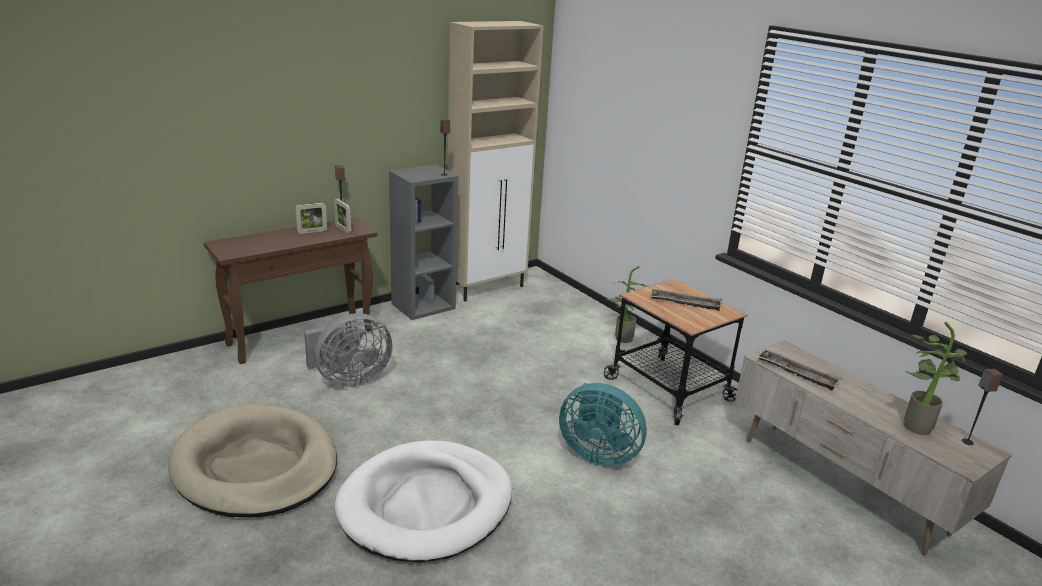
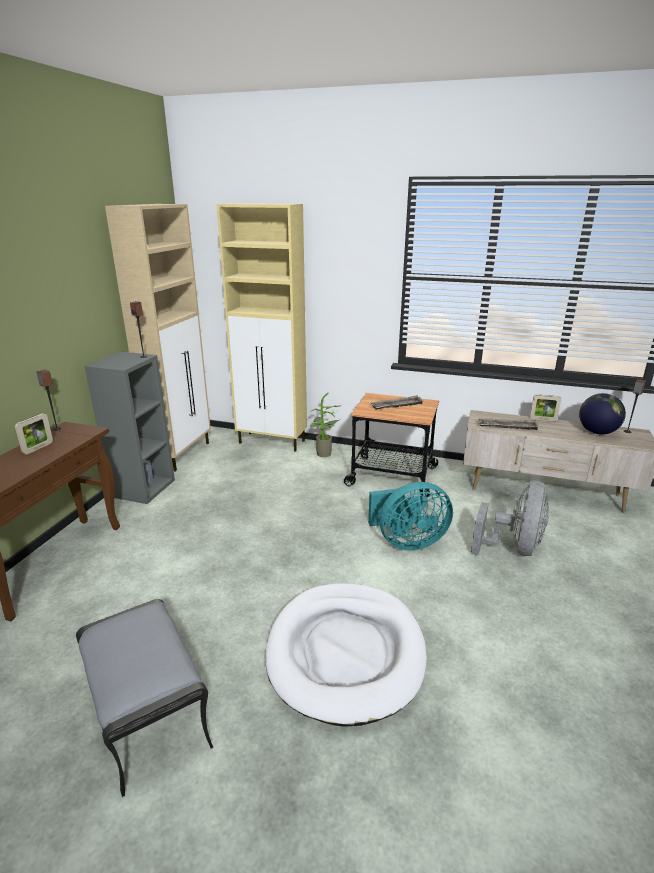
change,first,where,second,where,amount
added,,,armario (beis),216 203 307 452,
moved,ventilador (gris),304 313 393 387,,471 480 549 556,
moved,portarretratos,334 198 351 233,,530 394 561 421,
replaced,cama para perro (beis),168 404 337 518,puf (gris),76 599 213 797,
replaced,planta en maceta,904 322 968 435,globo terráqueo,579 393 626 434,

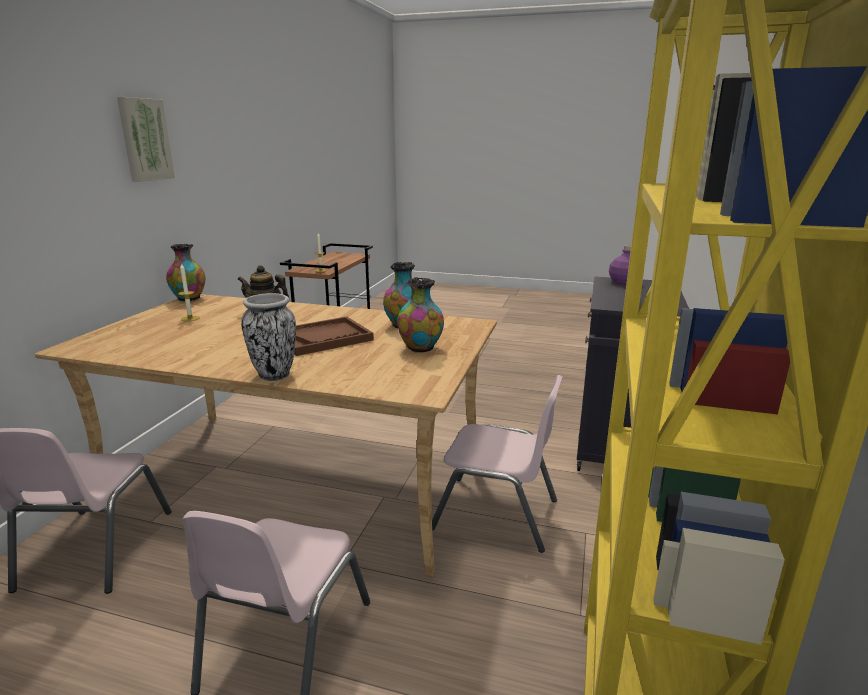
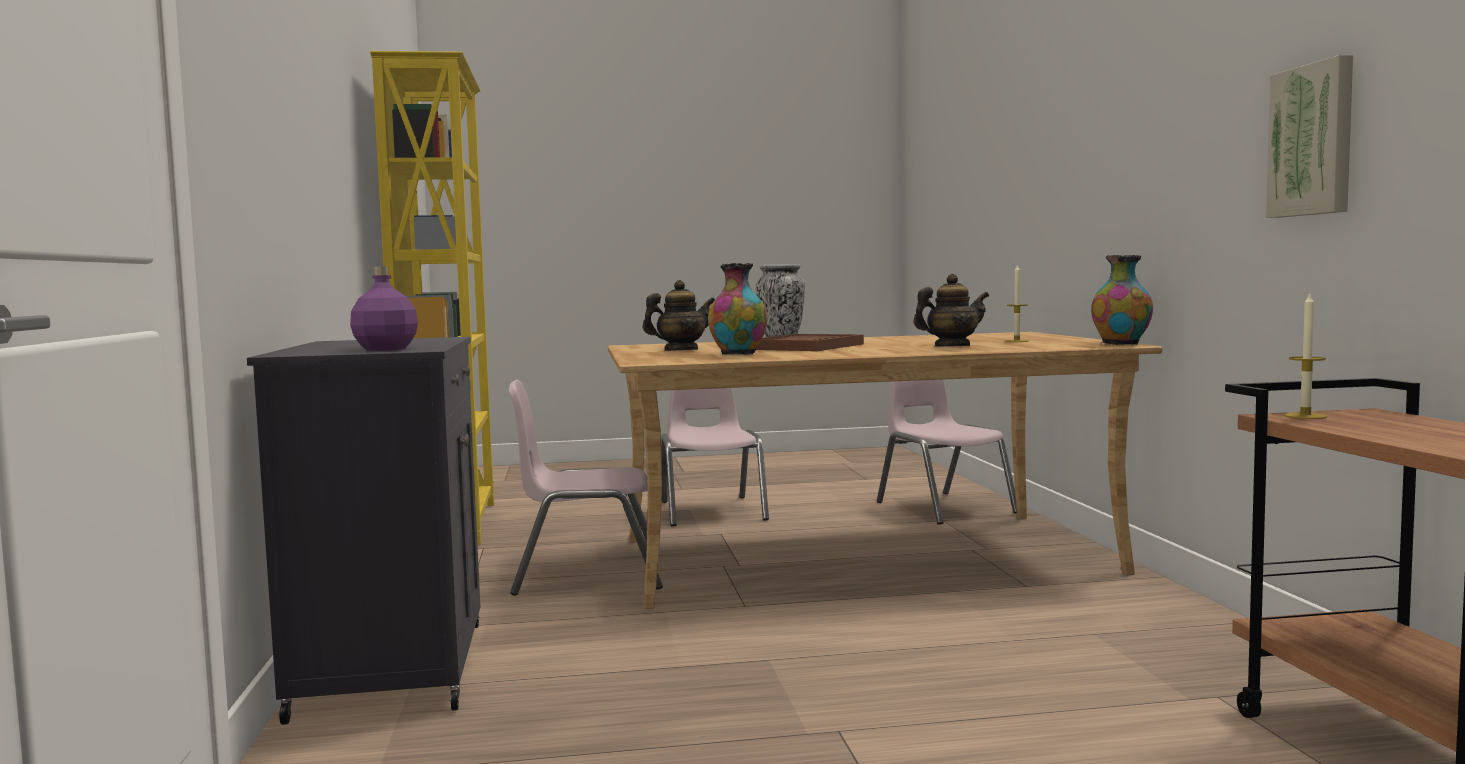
change,first,where,second,where,amount
moved,cuadro,117 97 175 182,,1266 55 1353 218,
replaced,florero,397 277 444 352,tetera,642 280 715 351,

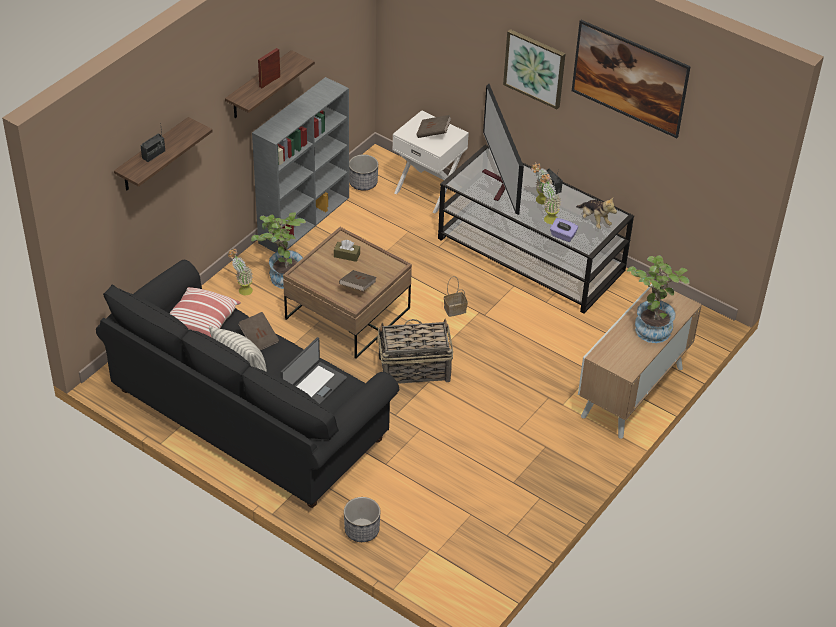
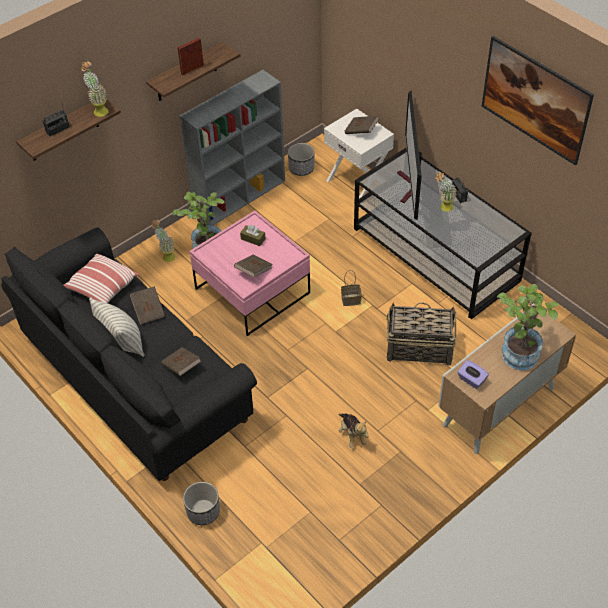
change,first,where,second,where,amount
removed,cuadro,503 29 566 109,,,
moved,cesta,376 319 453 384,,387 303 456 366,
moved,planta en maceta,540 174 561 224,,81 61 108 117,
moved,caja de pañuelos (morado),550 218 578 242,,457 360 489 389,
moved,peluche,576 198 617 229,,339 413 369 448,
replaced,portátil,280 337 347 404,libro (marrón),161 347 201 376,
recoloured,mesa de centro (marrón),283 227 412 359,mesa de centro (rosa),190 211 310 336,

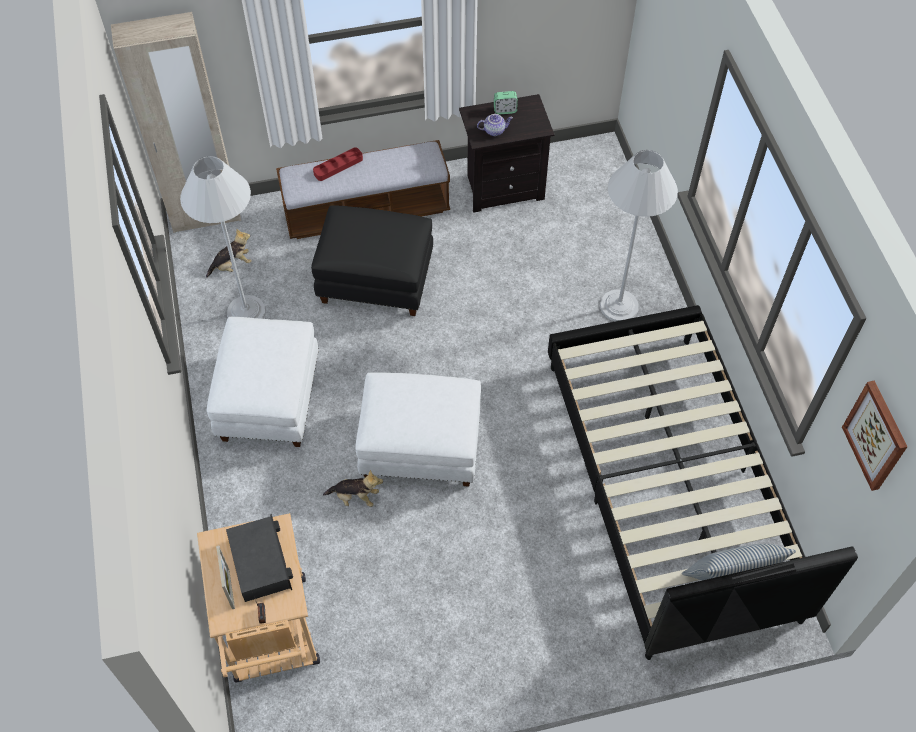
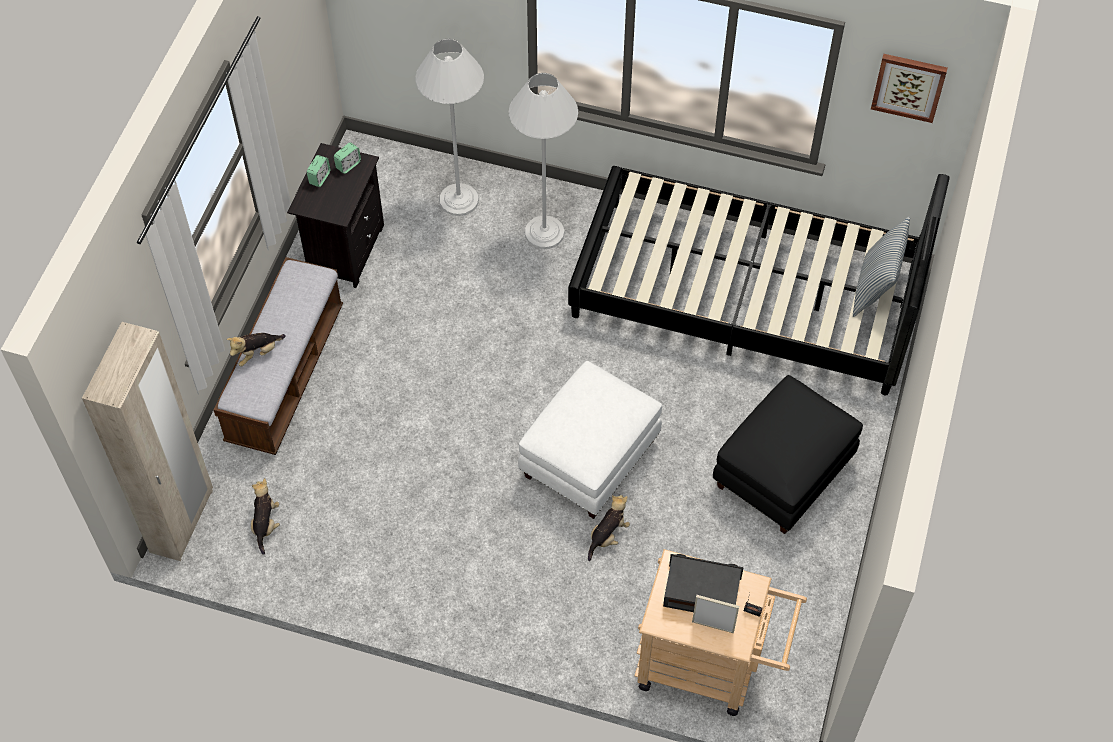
change,first,where,second,where,amount
removed,puf (blanco),207 317 319 447,,,
removed,tetera,477 114 513 136,,,
added,,,despertador,334 142 361 174,
moved,lámpara de pie (blanco),180 156 266 319,,415 39 484 216,
moved,puf (negro),311 205 433 316,,713 375 863 534,
replaced,bandeja (rojo),313 147 363 181,peluche,227 333 286 366,

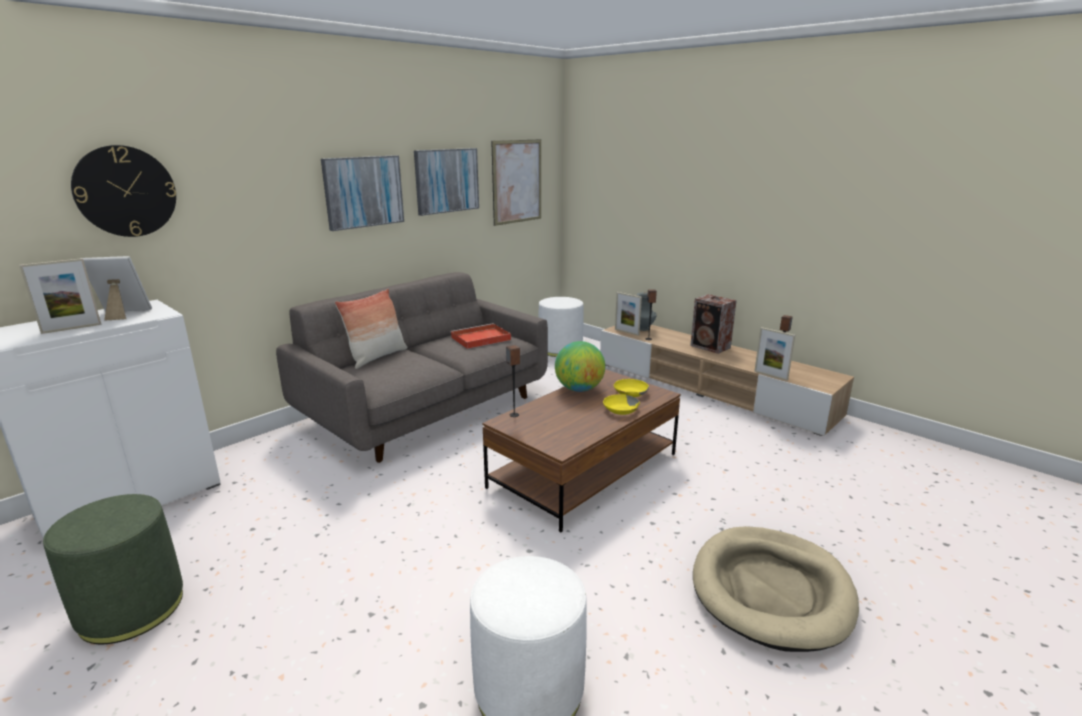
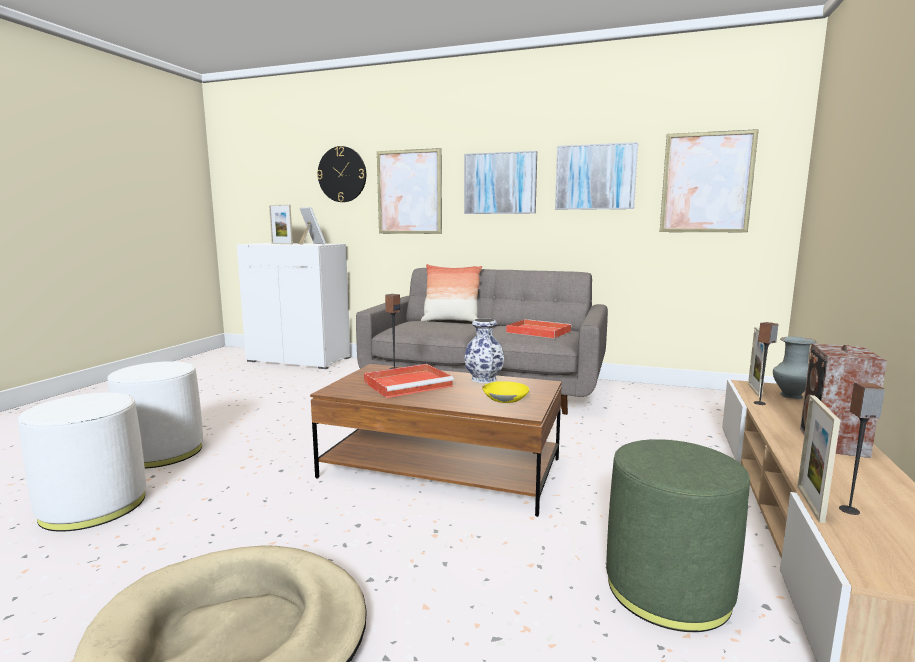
change,first,where,second,where,amount
removed,cuenco (amarillo),603 394 640 415,,,
added,,,bandeja (rojo),364 364 454 398,
added,,,cuadro,377 148 442 234,
moved,puf (verde),43 494 183 644,,606 439 750 632,
moved,puf (blanco),538 297 583 357,,107 361 203 469,
replaced,globo terráqueo,555 341 605 392,florero,464 318 504 383,

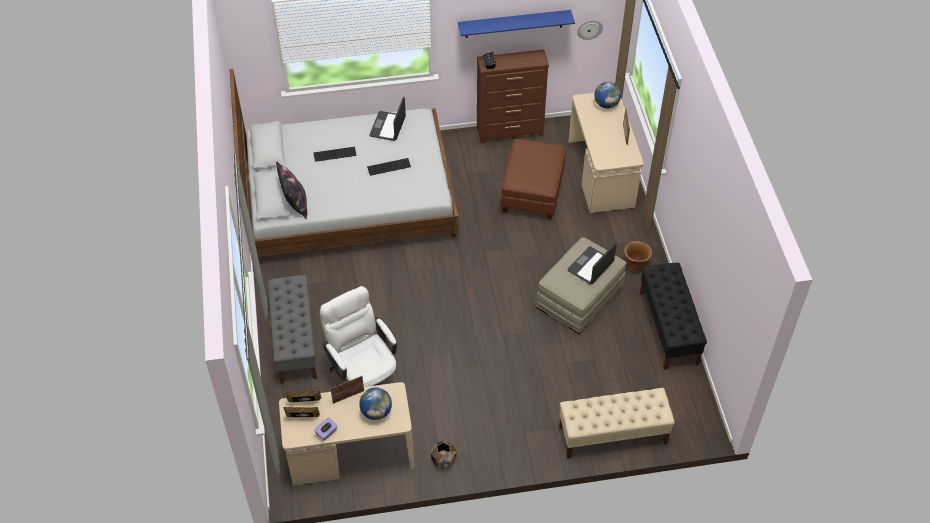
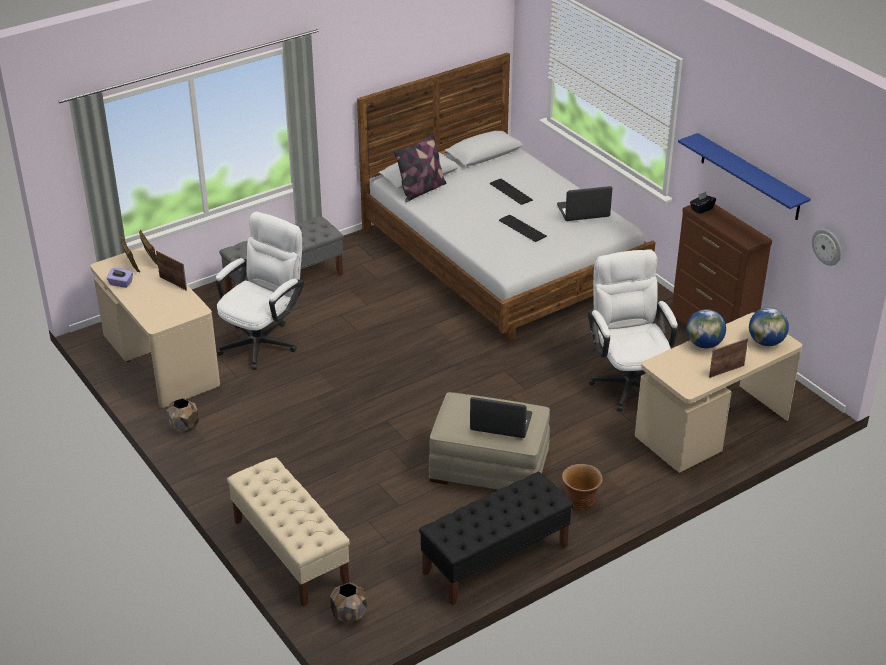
change,first,where,second,where,amount
added,,,maceta (marrón),330 582 367 623,
moved,globo terráqueo,359 388 392 420,,686 309 726 348,
replaced,puf (marrón),500 139 566 220,silla de oficina (blanco),588 249 678 412,

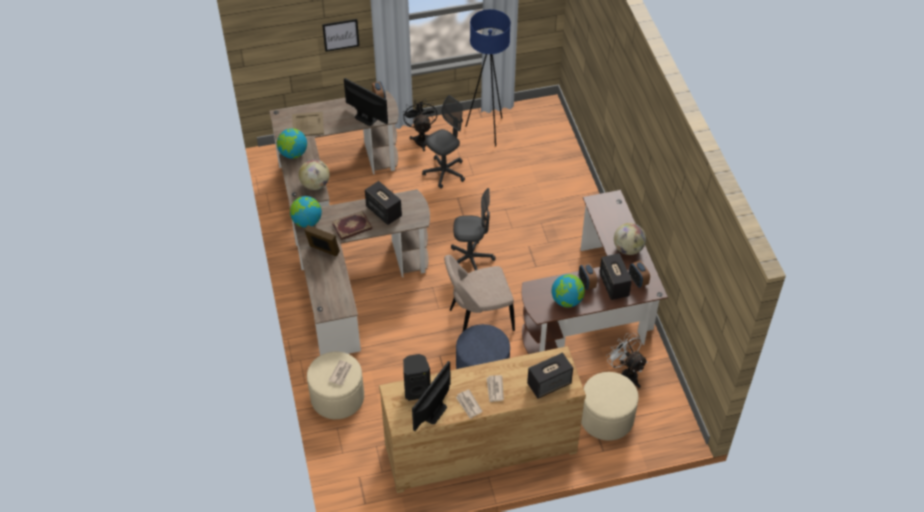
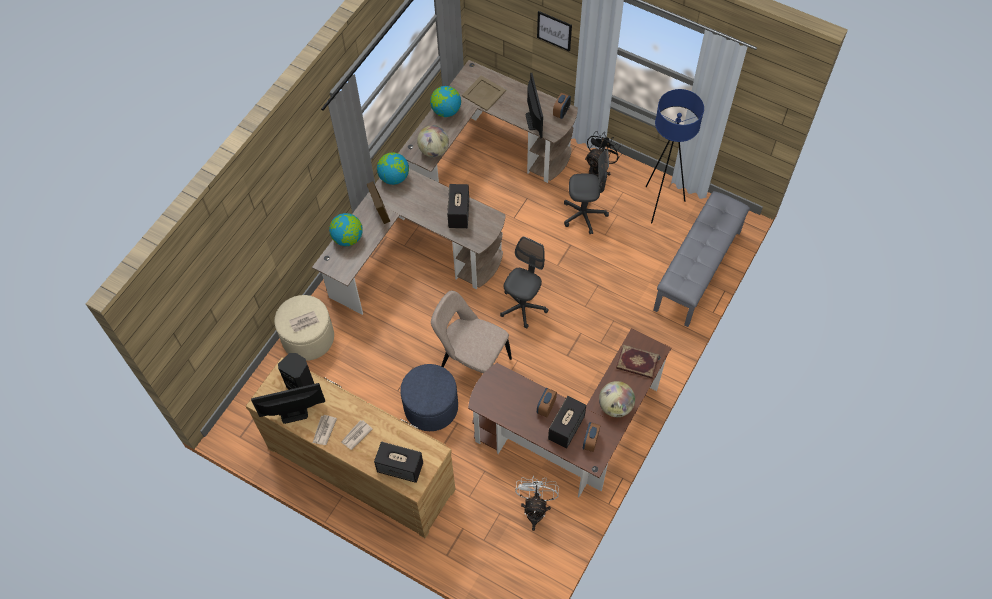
change,first,where,second,where,amount
removed,puf (beis),581 372 639 441,,,
added,,,banco (gris),653 191 750 327,
moved,libro,332 211 372 240,,616 344 659 379,
moved,globo terráqueo,551 274 585 307,,329 213 363 246,
turned,silla de oficina (gris),451 188 496 270,,500 236 548 329,105 degrees counterclockwise

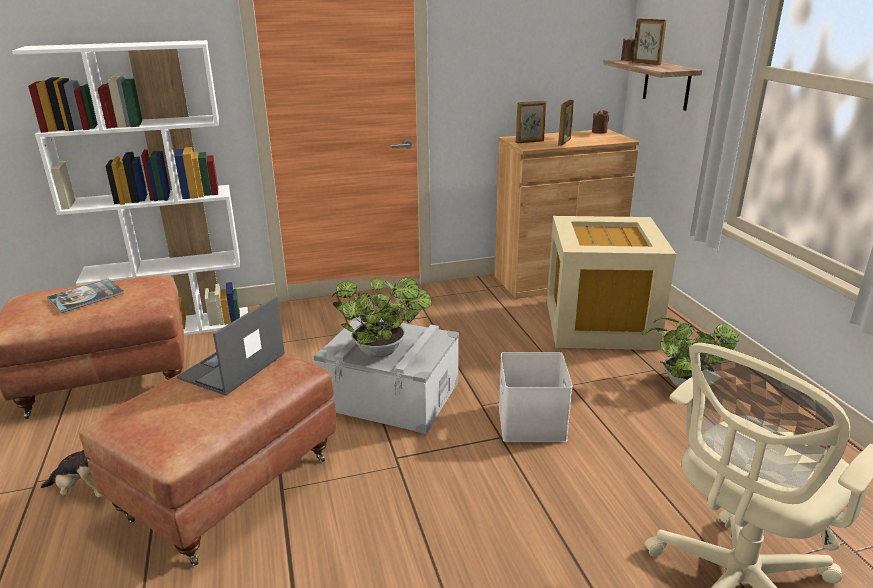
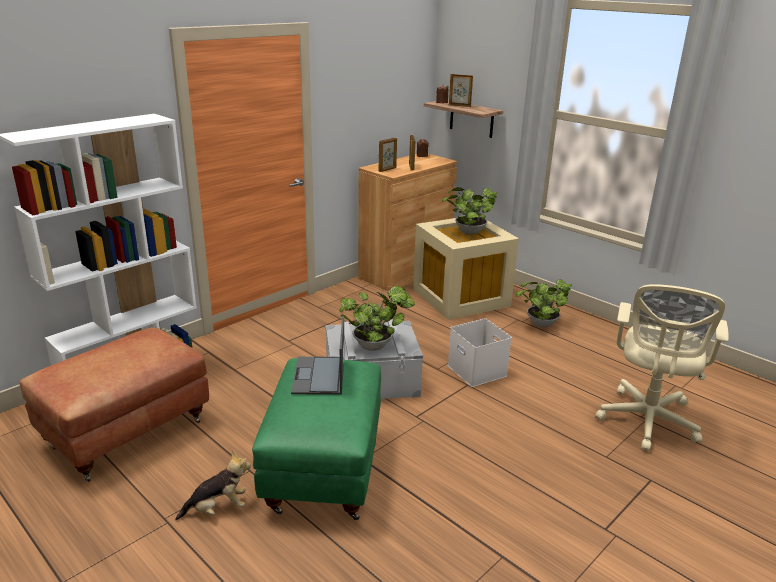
change,first,where,second,where,amount
removed,libro,47 279 124 313,,,
added,,,planta en maceta,442 187 497 234,
recoloured,puf (marrón),79 352 336 566,puf (verde),252 358 381 521,

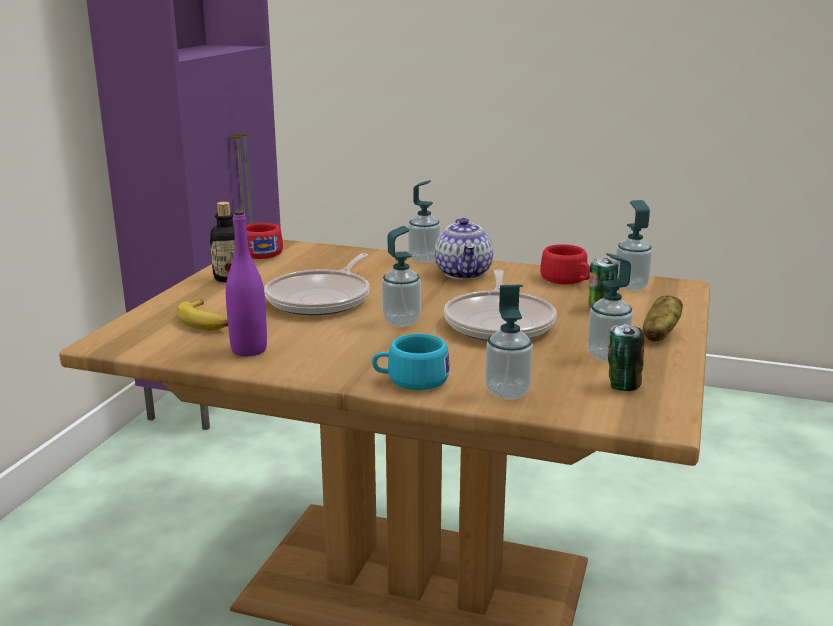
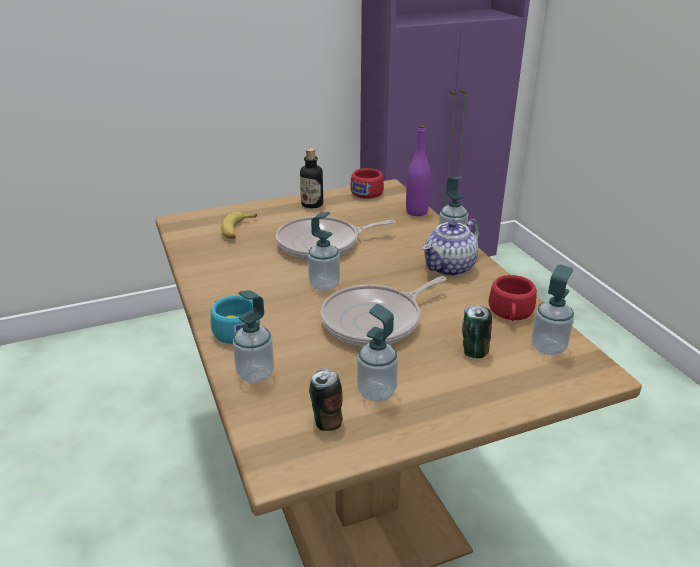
change,first,where,second,where,amount
removed,patata,643 296 683 342,,,
moved,botella (morado),226 210 267 357,,406 125 431 216,

